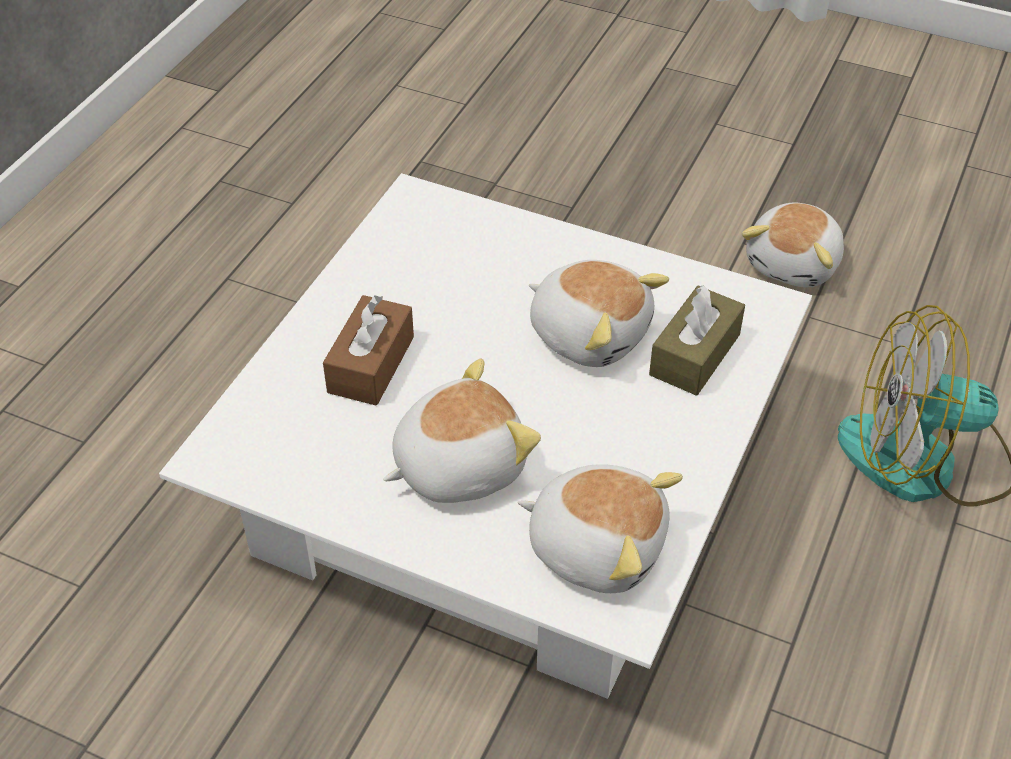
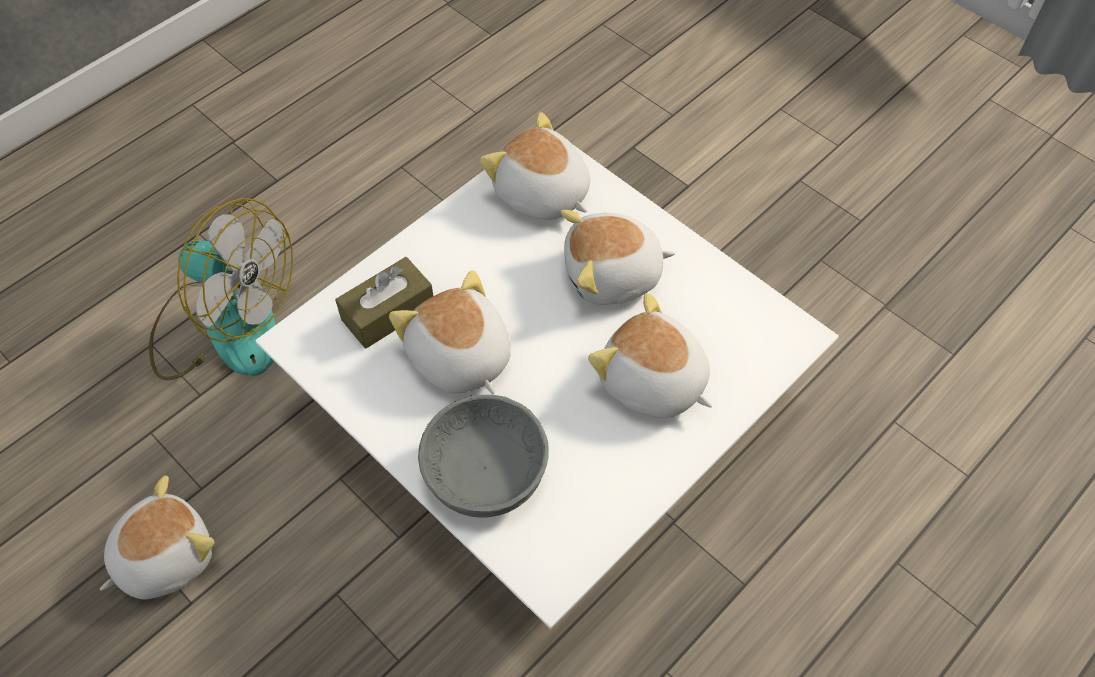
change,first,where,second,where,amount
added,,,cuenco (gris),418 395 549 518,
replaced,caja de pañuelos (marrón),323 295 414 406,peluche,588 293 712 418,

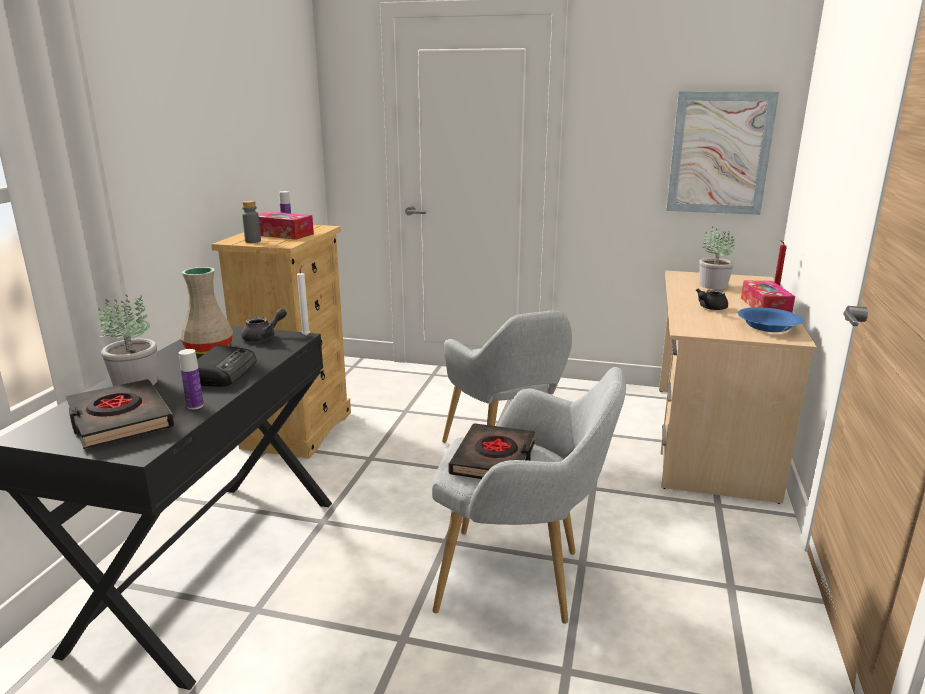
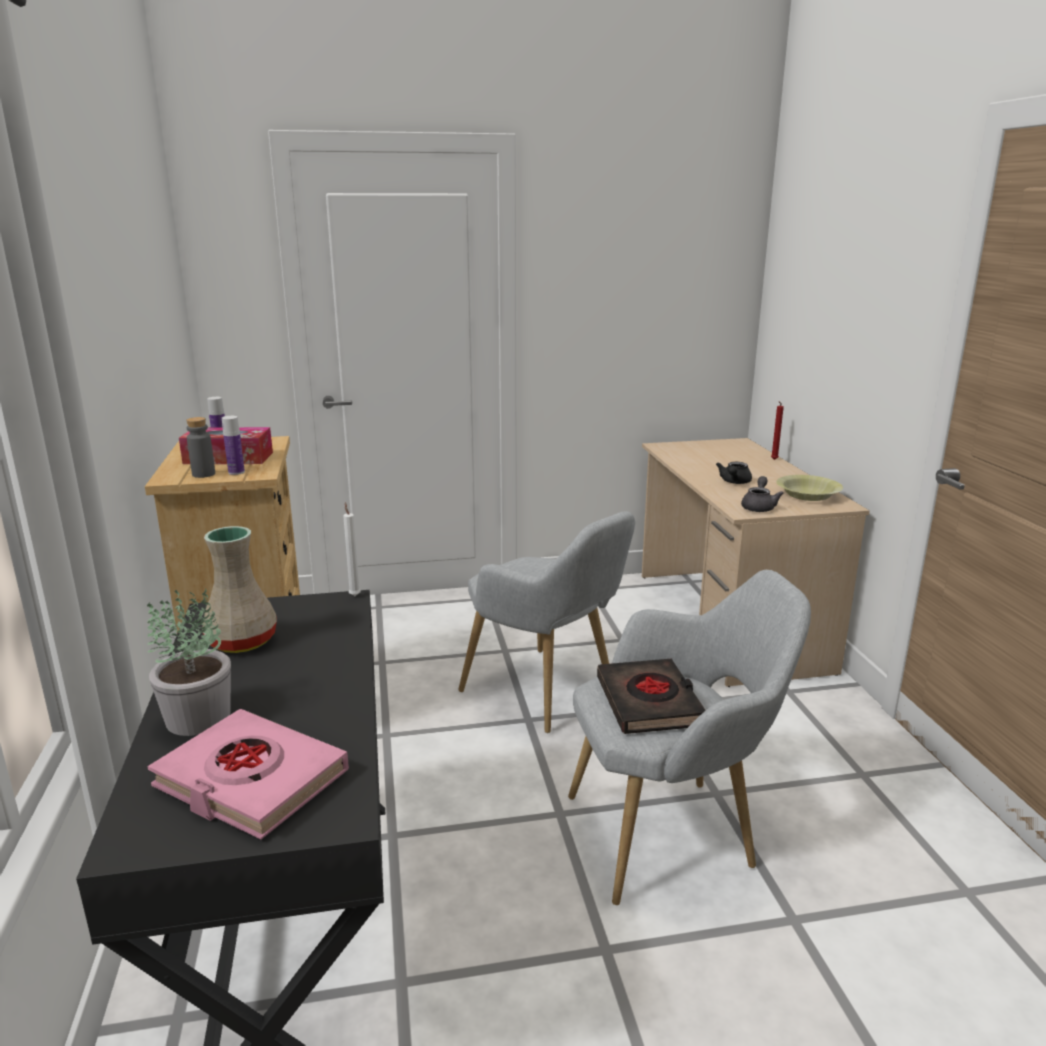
change,first,where,second,where,amount
removed,radio,197 345 257 387,,,
removed,cuadro,666 92 779 215,,,
removed,planta en maceta,700 226 735 290,,,
removed,caja de pañuelos,741 281 795 312,,,
moved,botella,179 349 204 410,,222 416 245 475,
moved,tetera (gris),241 308 287 342,,741 476 784 512,
recoloured,libro (negro),66 379 174 449,libro (rosa),148 709 349 840,
recoloured,cuenco (azul),738 307 803 332,cuenco (amarillo),776 475 843 501,

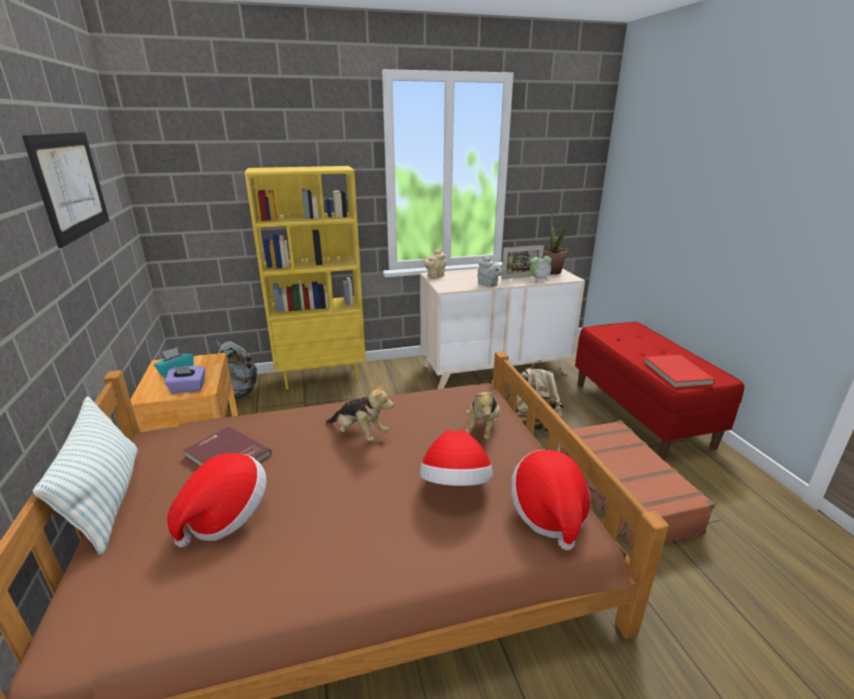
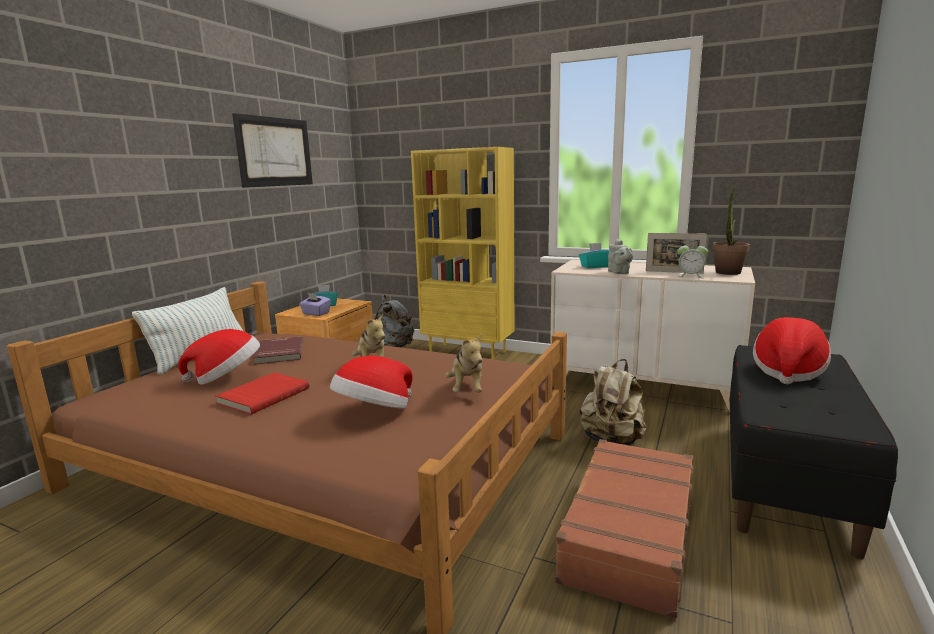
change,first,where,second,where,amount
removed,tetera (beis),423 249 446 278,,,
added,,,caja de pañuelos (turquesa),579 243 610 268,
moved,sombrero,511 450 591 550,,753 317 831 384,
moved,libro (rojo),644 355 715 388,,216 373 309 415,
recoloured,banco (rojo),575 322 744 460,banco (negro),730 345 898 559,
turned,peluche,465 390 500 439,,445 333 482 392,60 degrees counterclockwise

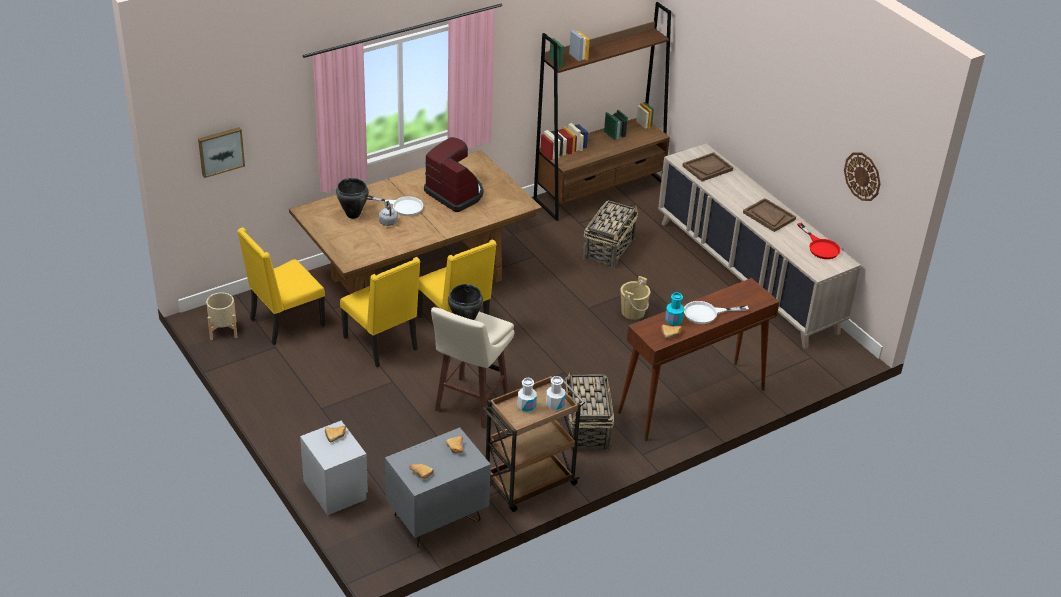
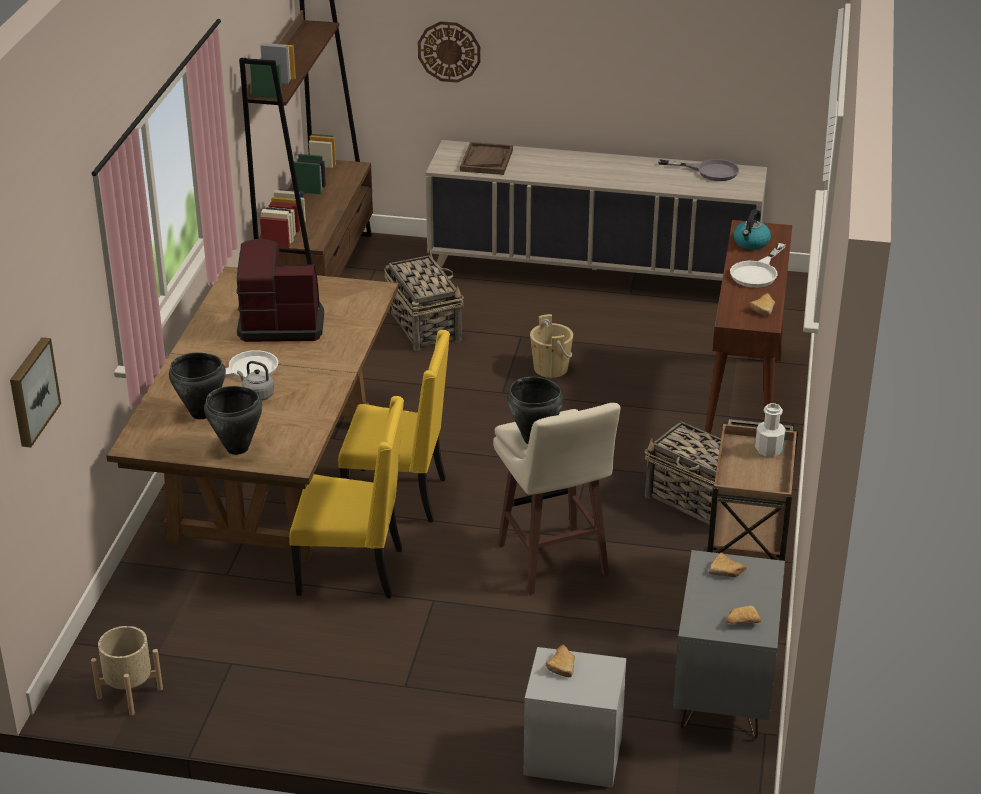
change,first,where,second,where,amount
removed,silla (amarillo),237 227 325 345,,,
removed,botella (blanco),518 378 537 412,,,
removed,botella (turquesa),665 292 684 326,,,
removed,bandeja (marrón),743 198 796 232,,,
added,,,olla (negro),204 386 263 455,
added,,,hervidor,733 209 771 250,
moved,reloj de pared,844 153 881 201,,418 21 480 83,
recoloured,sartén (rojo),797 223 841 259,sartén (gris),658 159 739 181,

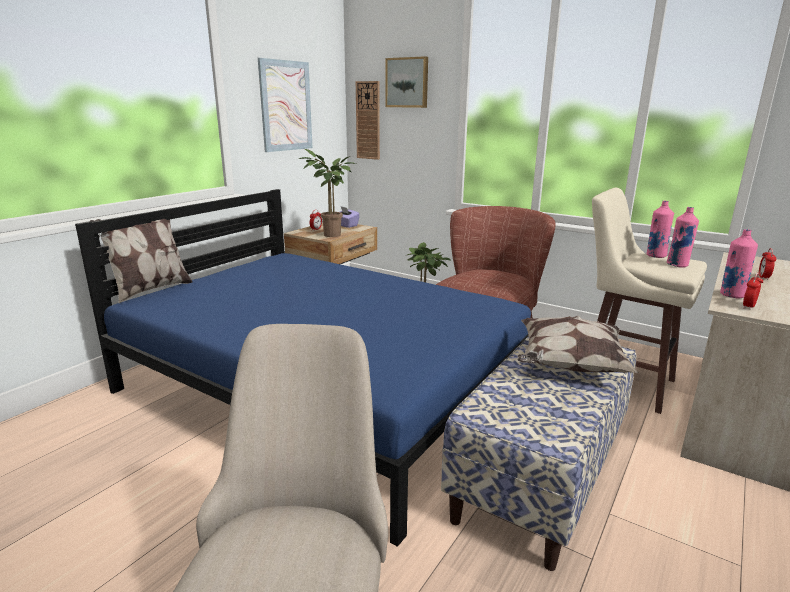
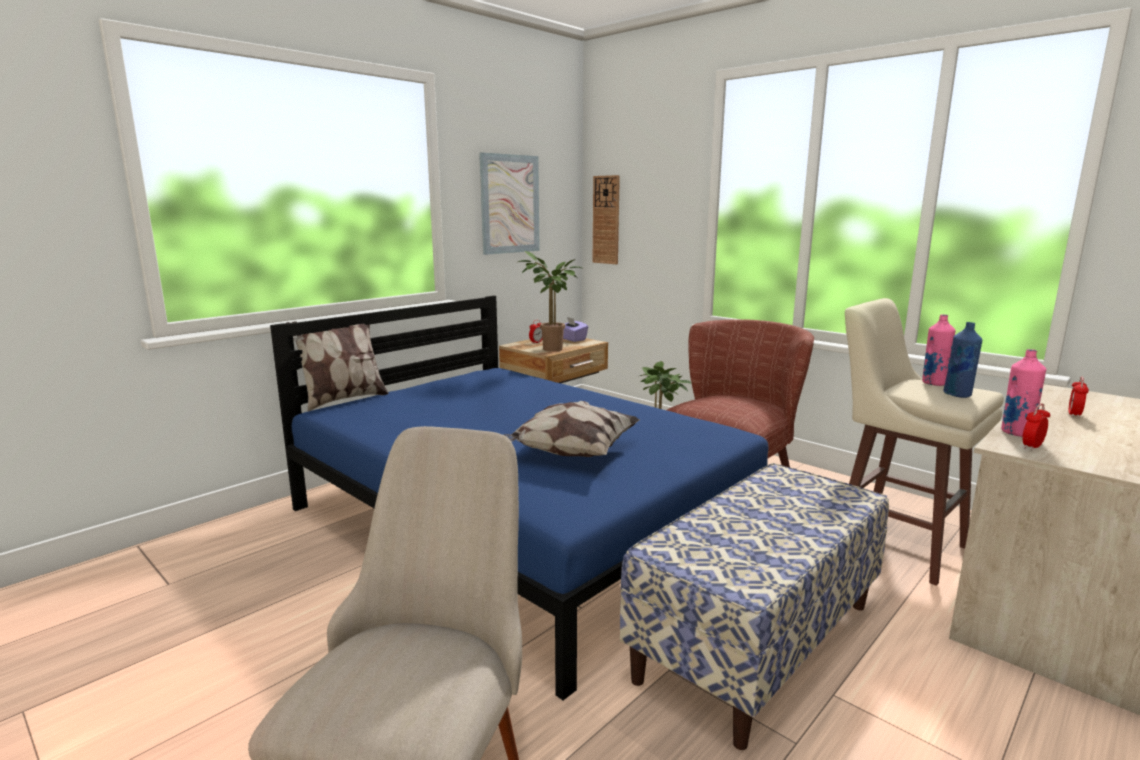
change,first,where,second,where,amount
removed,cuadro,386 56 428 108,,,
moved,cojín,517 316 639 373,,504 401 640 457,
recoloured,botella (rosa),667 207 699 268,botella (azul),943 322 982 398,

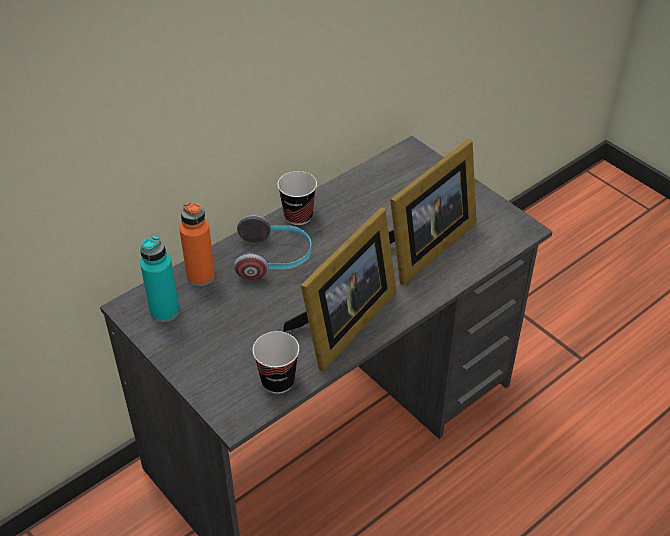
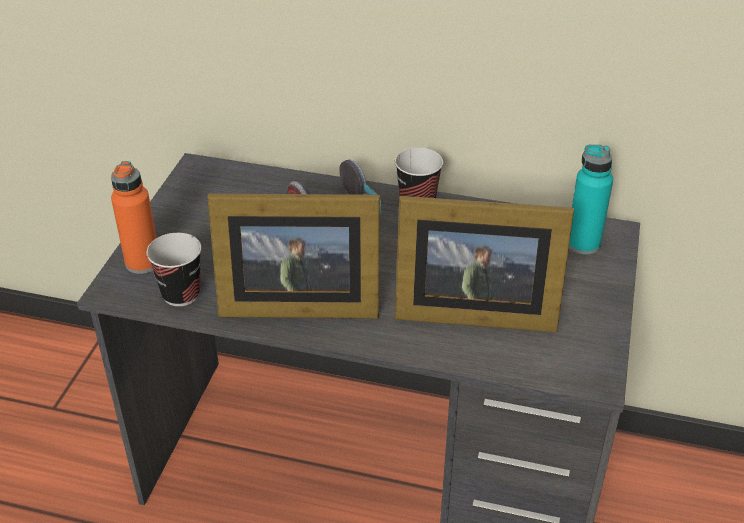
change,first,where,second,where,amount
moved,botella (turquesa),140 235 179 322,,569 144 613 255,
moved,botella (naranja),179 201 215 286,,111 161 156 274,

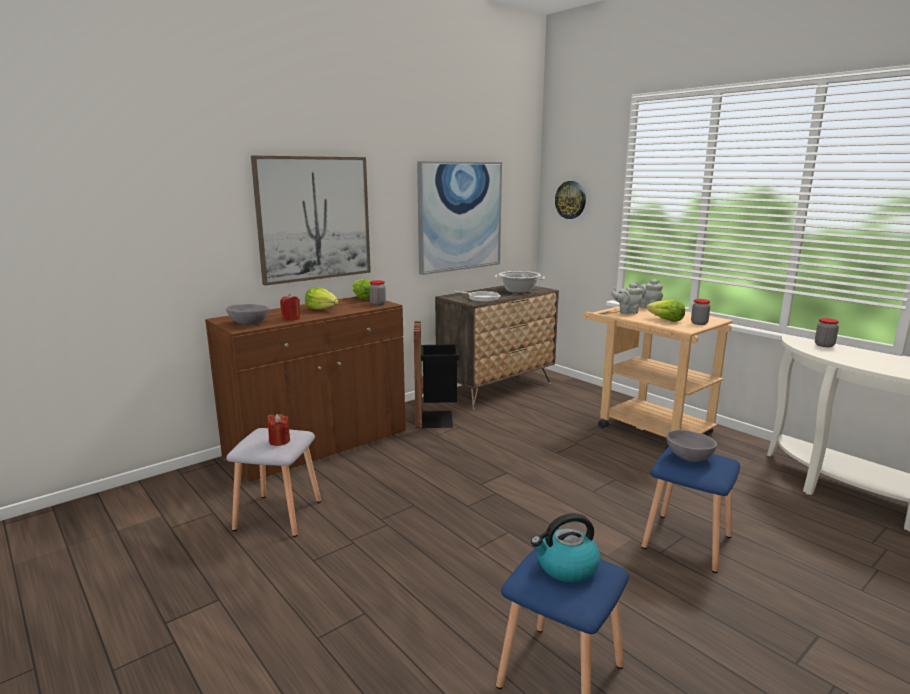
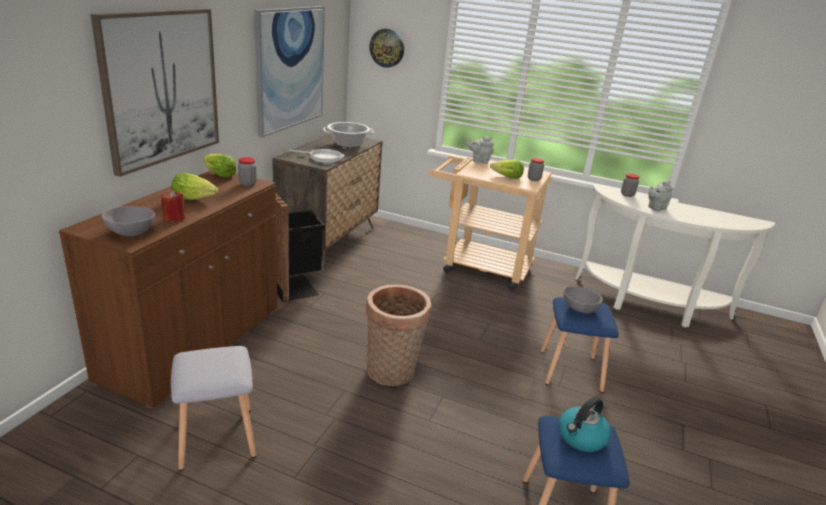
change,first,where,second,where,amount
removed,vela (rojo),267 414 290 446,,,
added,,,cesta,366 284 431 386,
moved,tetera (gris),611 283 643 314,,648 181 674 211,

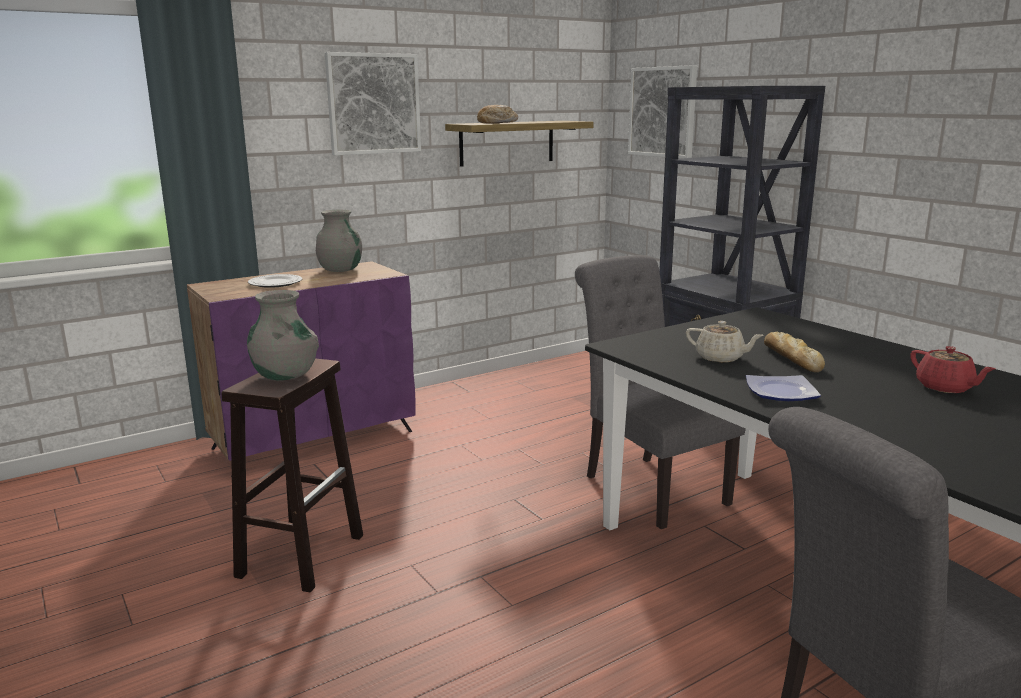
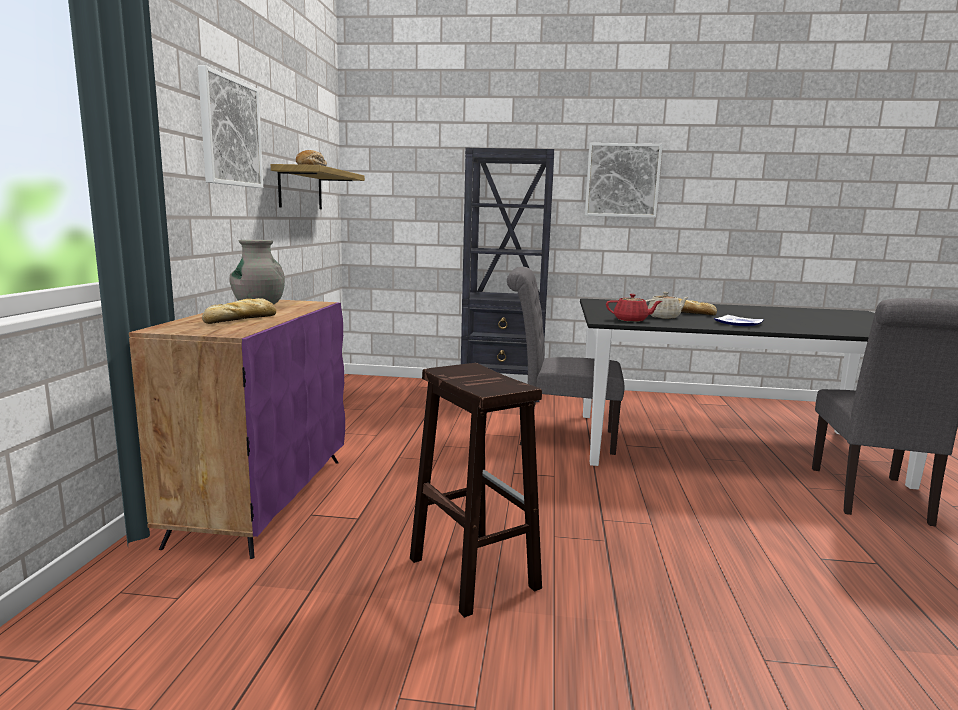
change,first,where,second,where,amount
removed,florero (gris),247 290 319 380,,,
moved,cuadro,628 65 697 158,,585 143 663 218,
moved,tetera (rojo),910 346 996 393,,606 294 662 322,
replaced,plato,248 274 302 288,pan,202 298 276 324,

